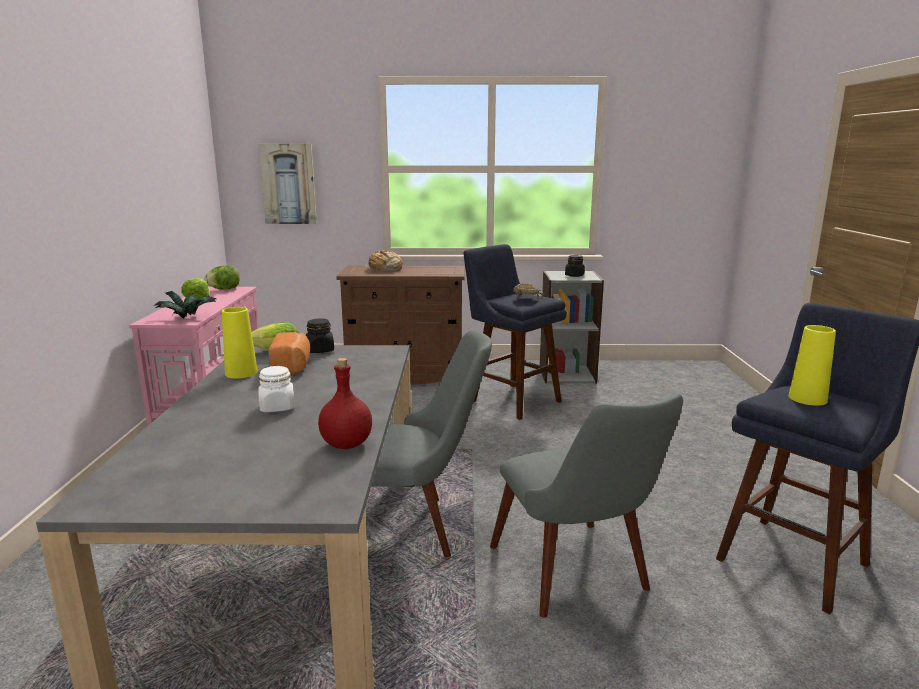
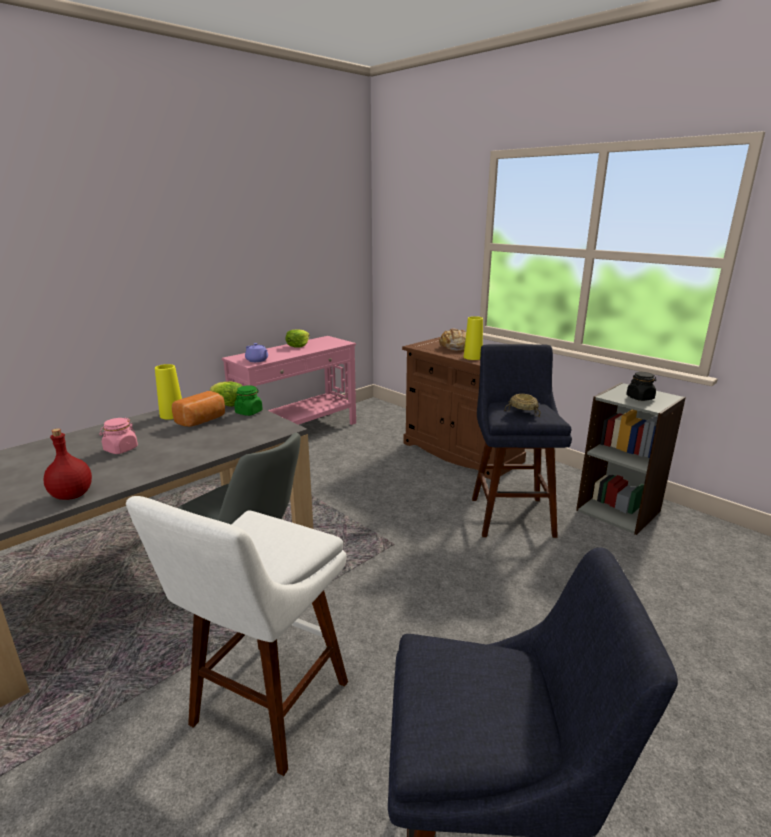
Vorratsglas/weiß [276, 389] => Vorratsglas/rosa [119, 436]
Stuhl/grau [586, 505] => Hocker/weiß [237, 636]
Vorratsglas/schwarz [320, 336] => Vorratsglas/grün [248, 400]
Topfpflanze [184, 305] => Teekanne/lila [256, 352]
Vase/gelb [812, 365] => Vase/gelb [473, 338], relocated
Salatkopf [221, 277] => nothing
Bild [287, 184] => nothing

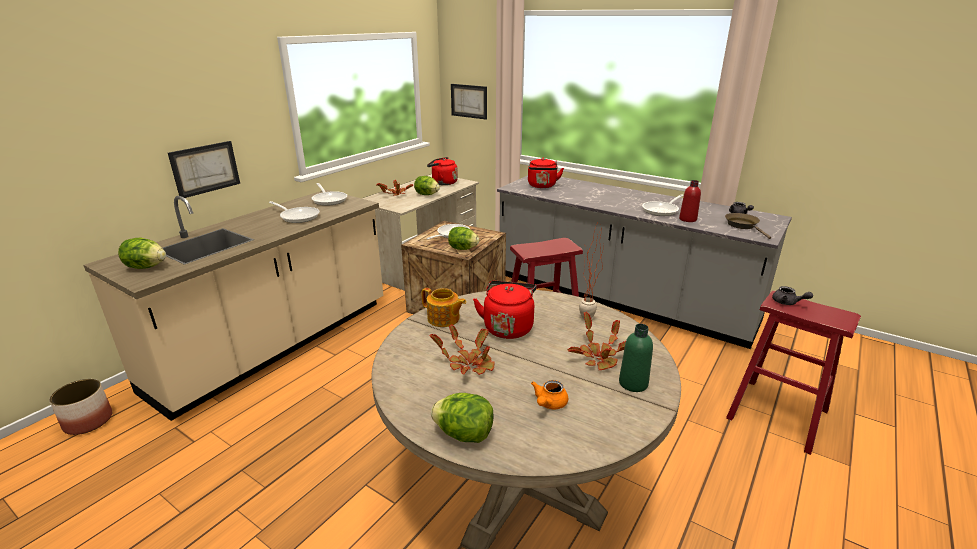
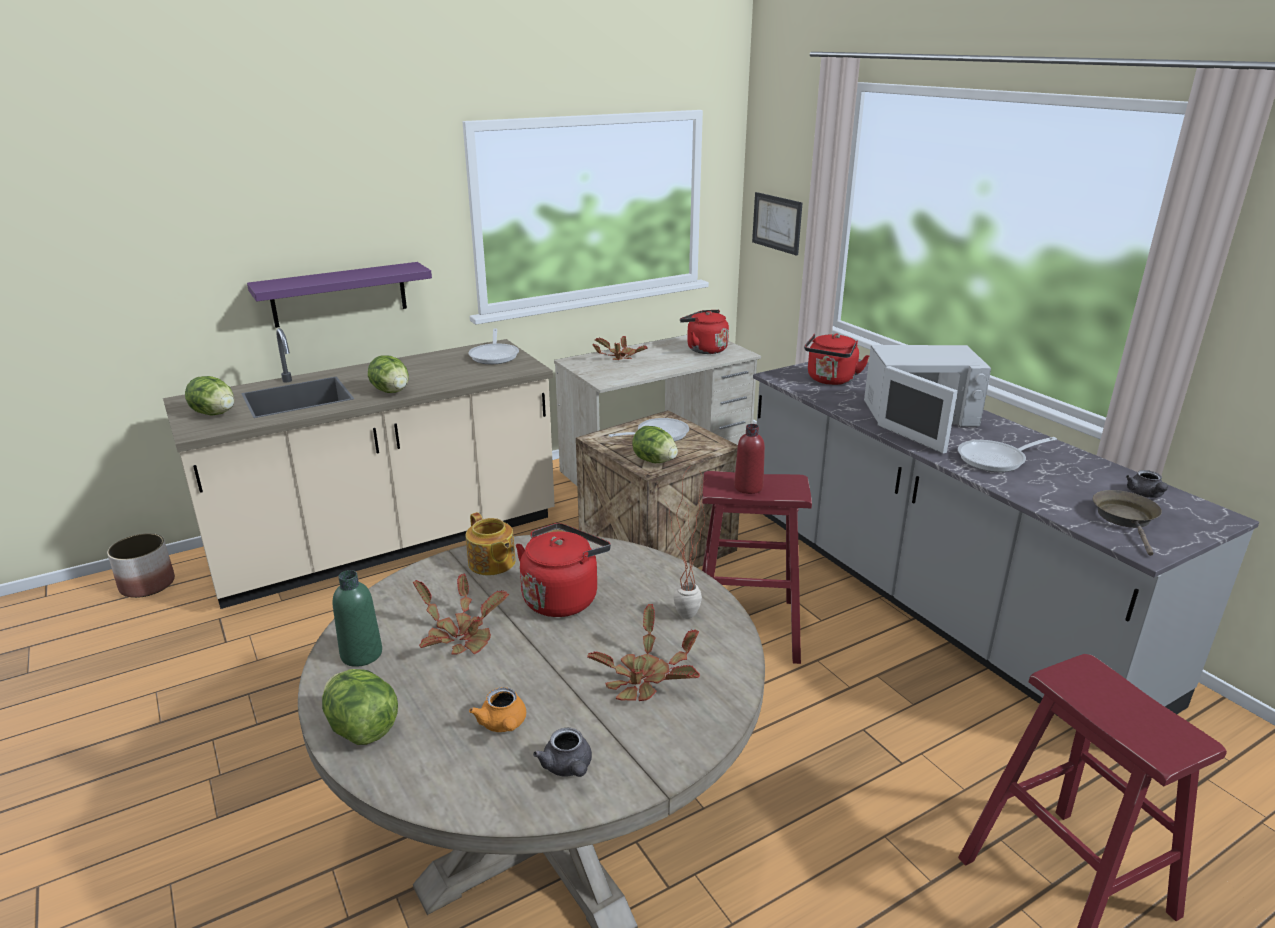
Bild [204, 169] => Wandregal/lila [339, 295]
Flasche/grün [636, 358] => Flasche/grün [357, 618], relocated
Salatkopf [427, 185] => Salatkopf [388, 374], relocated
Teekanne/orange [549, 394] => Teekanne/orange [497, 709], 75 degrees counterclockwise
Teekanne/grau [792, 295] => Teekanne/grau [562, 752], relocated
Flasche/rot [690, 201] => Flasche/rot [749, 459], relocated
nothing => Mikrowelle/weiß [927, 399]
Pfanne [294, 212] => nothing

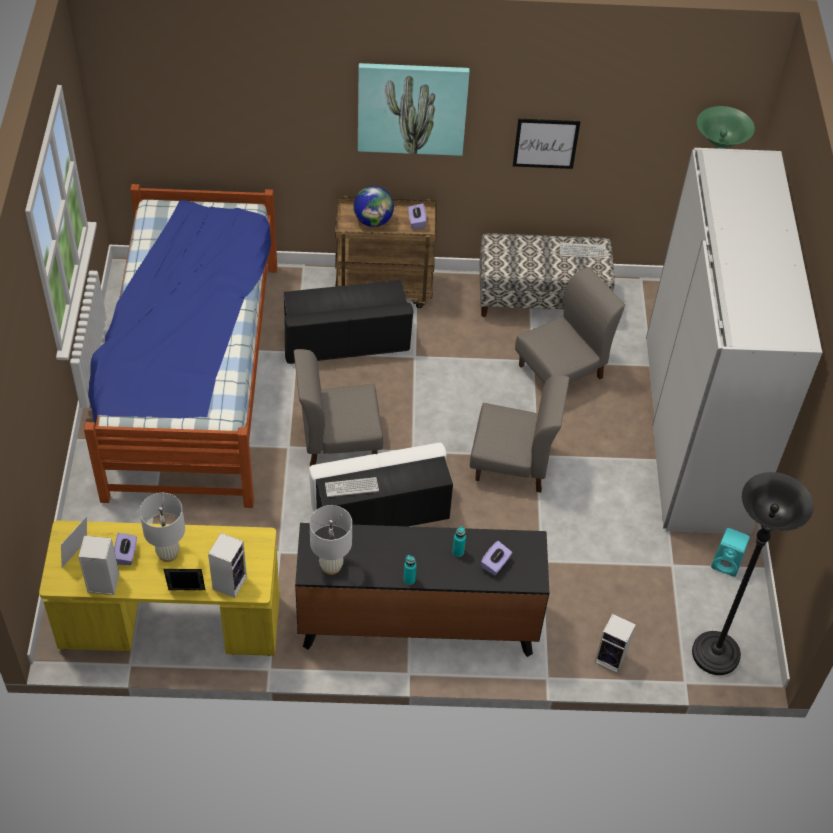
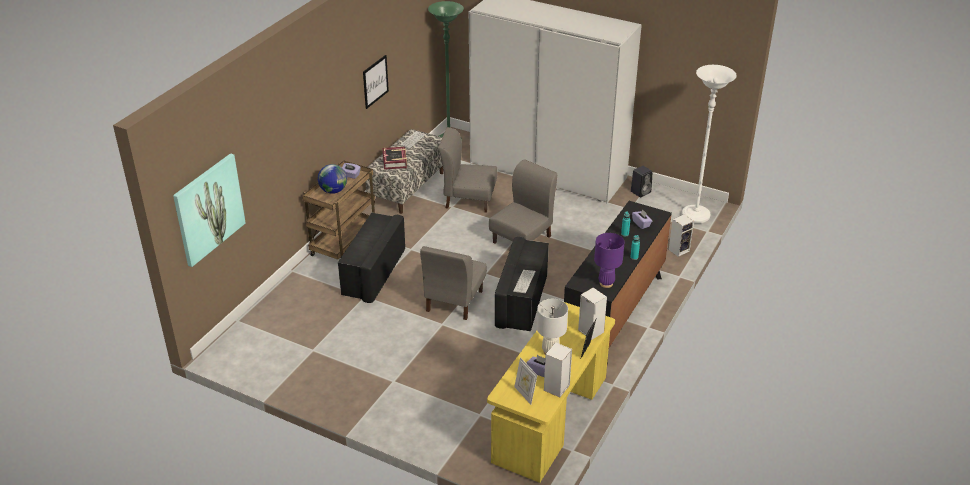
Bild [413, 109] => Bild [209, 210], relocated
nothing => Buch [394, 158]
Stuhl/grau [570, 325] => Stuhl/grau [467, 170], 75 degrees counterclockwise
Polsterhocker/weiß [381, 484] => Polsterhocker/schwarz [522, 284]
Tischlampe/weiß [331, 540] => Tischlampe/lila [609, 260]
Lautsprecher/türkis [730, 552] => Lautsprecher/schwarz [641, 181]
Stehlampe/schwarz [752, 573] => Stehlampe/weiß [709, 144]
Bett [180, 346] => nothing

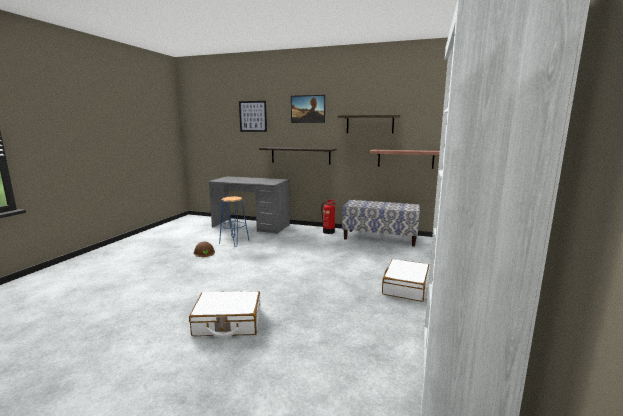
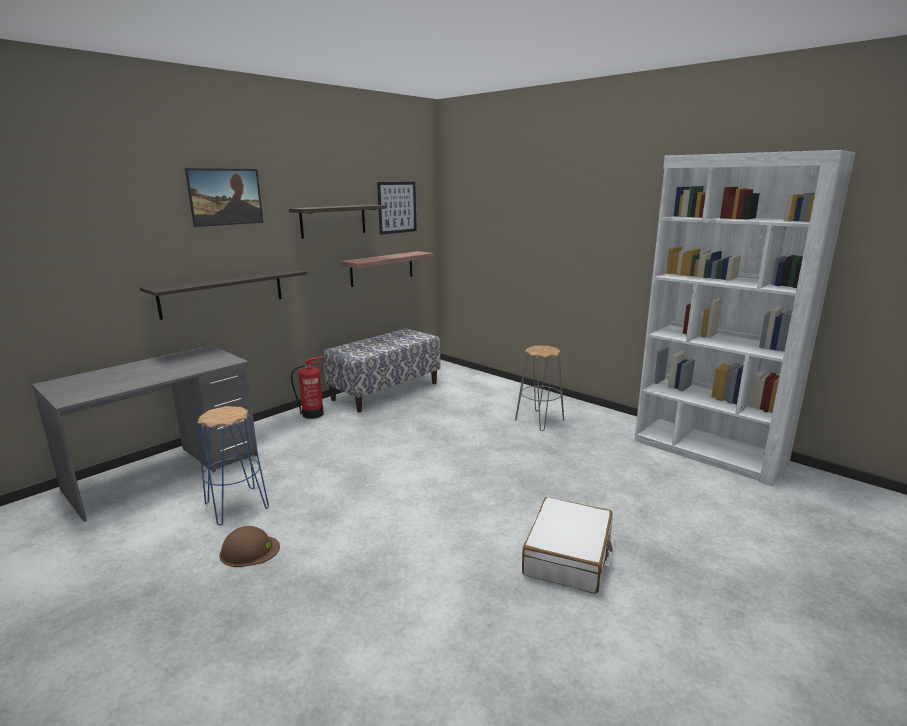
Bild [253, 116] => Bild [397, 208], relocated
Koffer/weiß [405, 280] => Hocker/grau [539, 388]

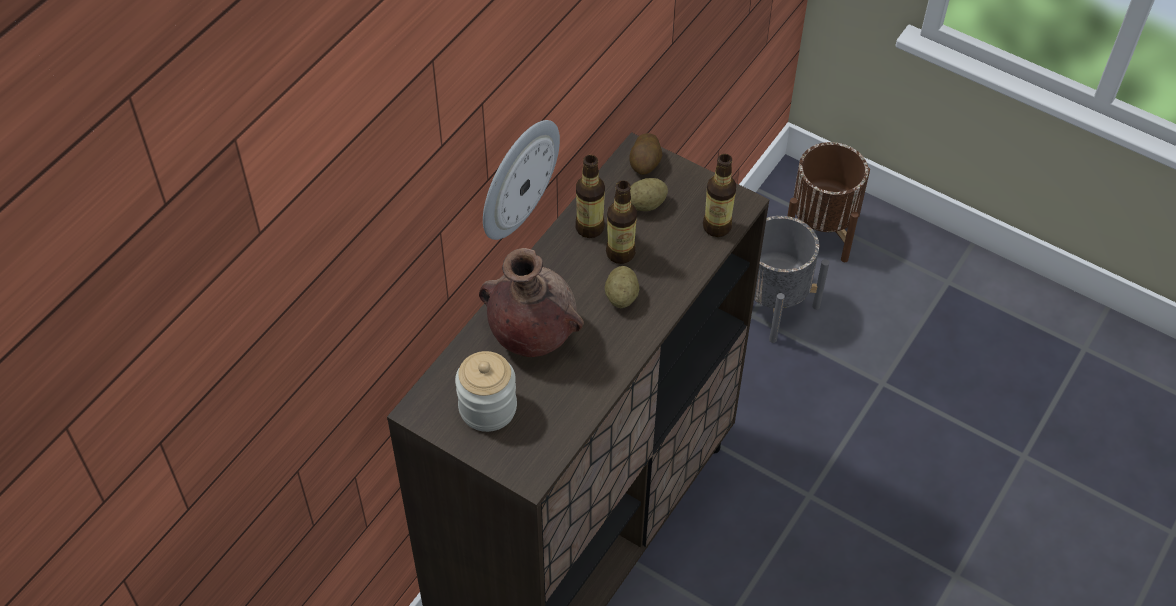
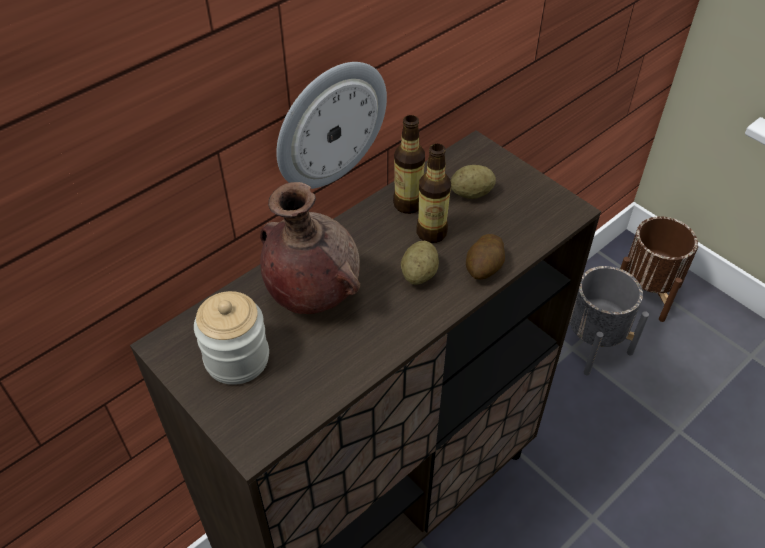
Kartoffel [646, 154] => Kartoffel [485, 257], relocated
Flasche [719, 195] => nothing

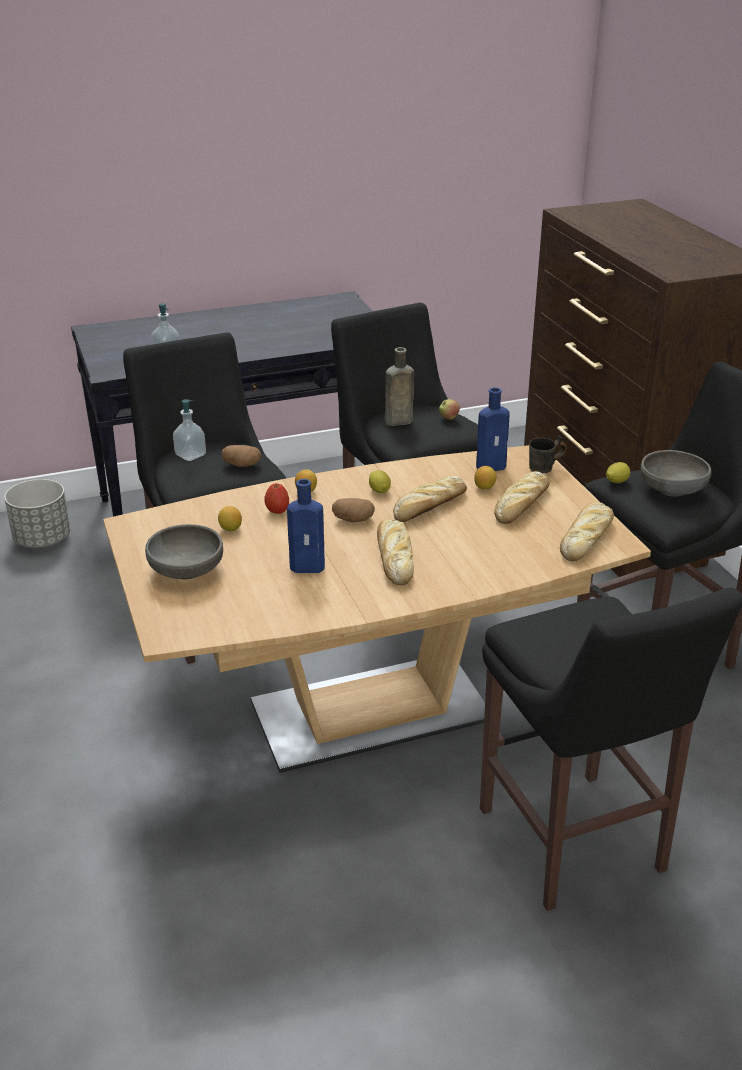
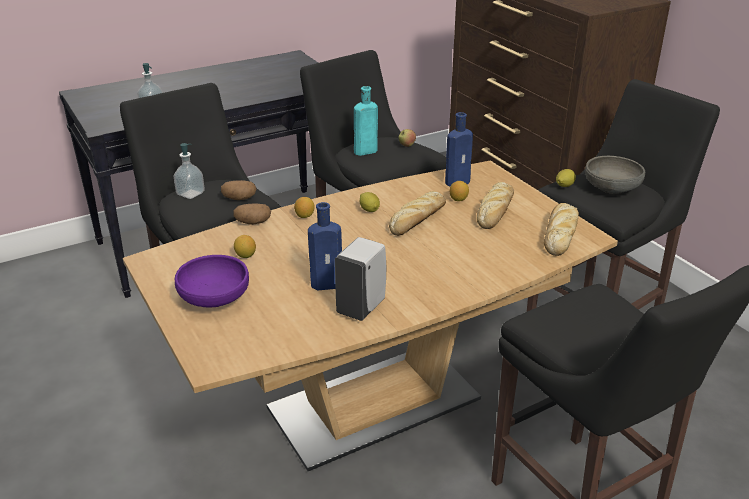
Schüssel/grau [184, 551] => Schüssel/lila [212, 281]
Kartoffel [353, 510] => Kartoffel [252, 214], relocated
nothing => Seifenspender/weiß [360, 279]
Flasche/braun [399, 386] => Flasche/türkis [366, 121]
Pflanzkübel/grau [37, 513] => nothing
Apfel [276, 498] => nothing
Brot [395, 552] => nothing
Henkelbecher/grau [548, 454] => nothing

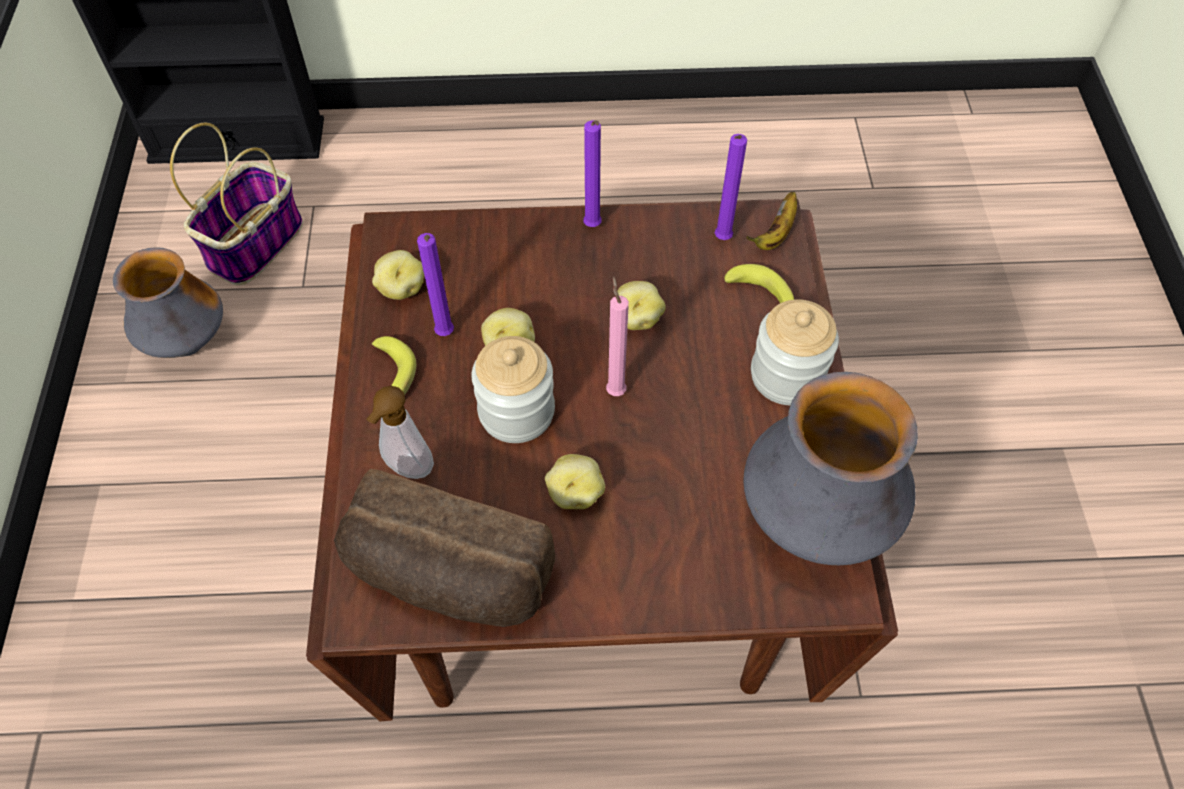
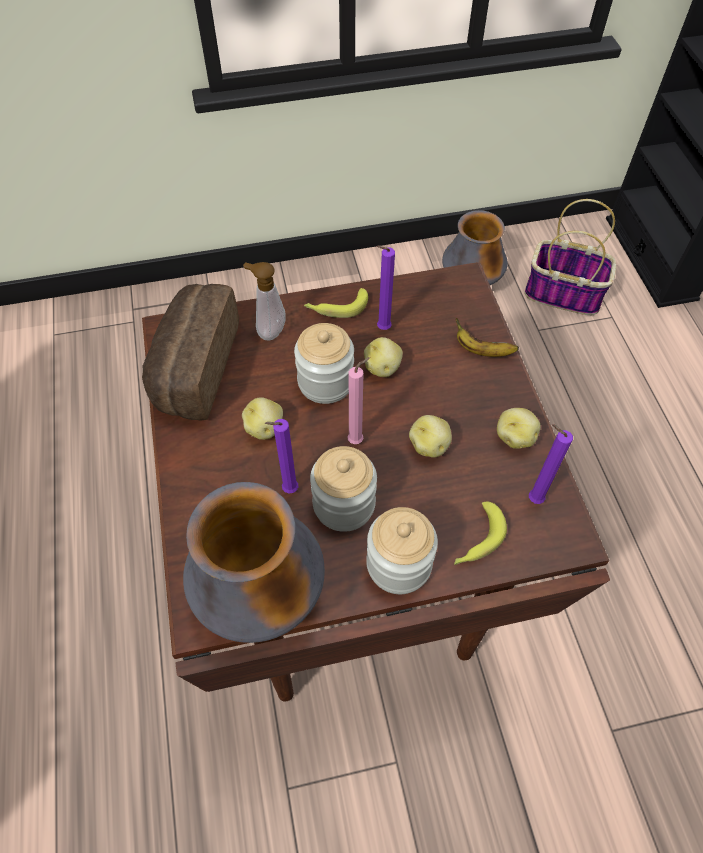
Kerze/lila [592, 173] => Kerze/lila [281, 456], relocated
nothing => Vorratsglas [343, 489]
Banane [771, 221] => Banane [487, 337], relocated
Kartoffel [398, 275] => Kartoffel [519, 428], relocated

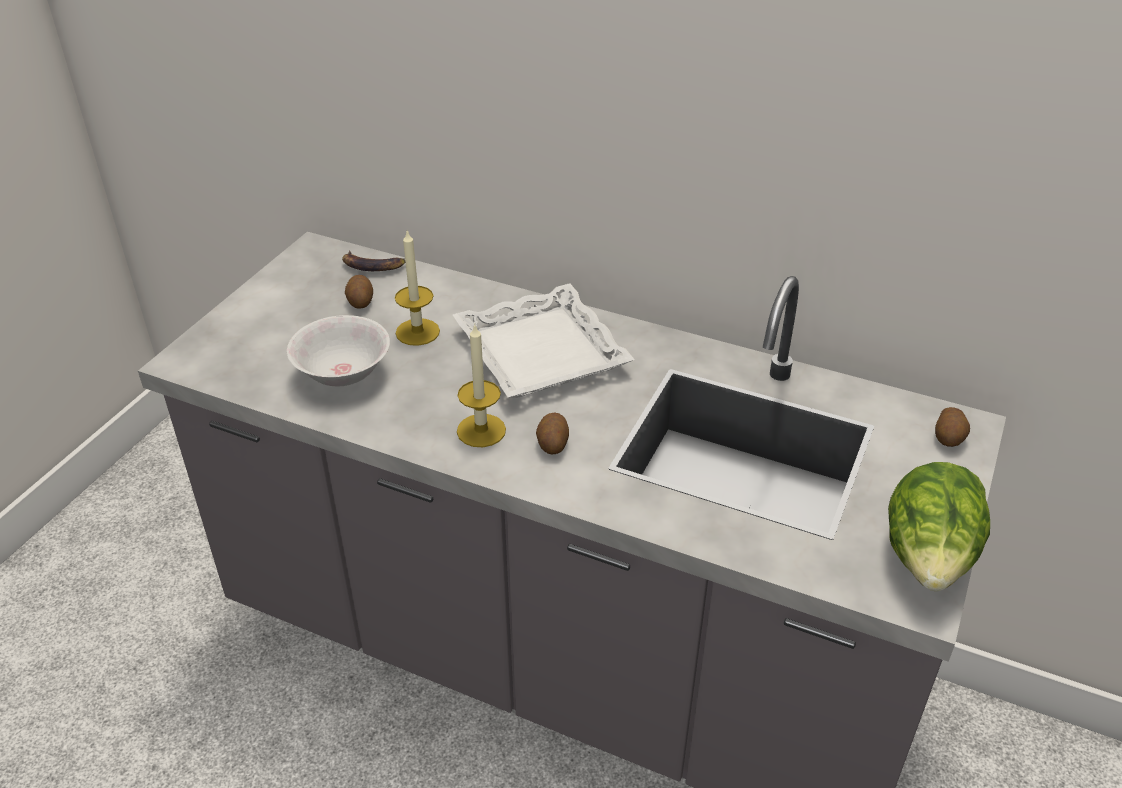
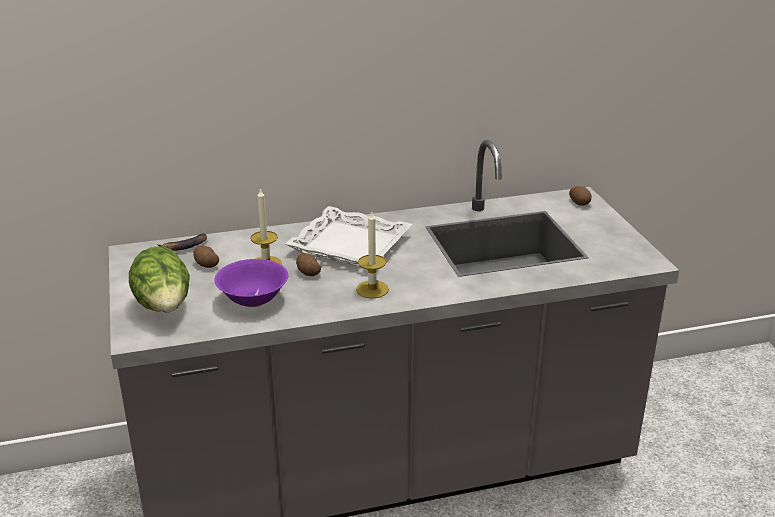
Salatkopf [939, 526] => Salatkopf [159, 279], relocated
Schüssel/weiß [338, 350] => Schüssel/lila [251, 283]
Kartoffel [552, 433] => Kartoffel [308, 264], relocated

